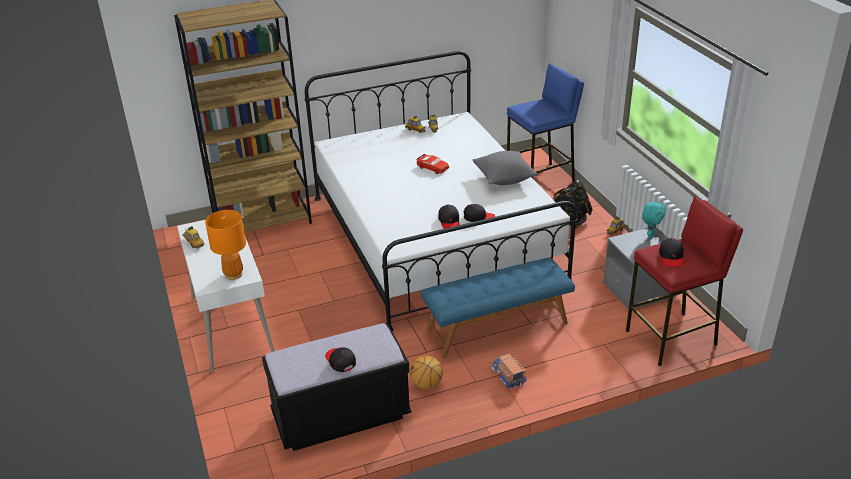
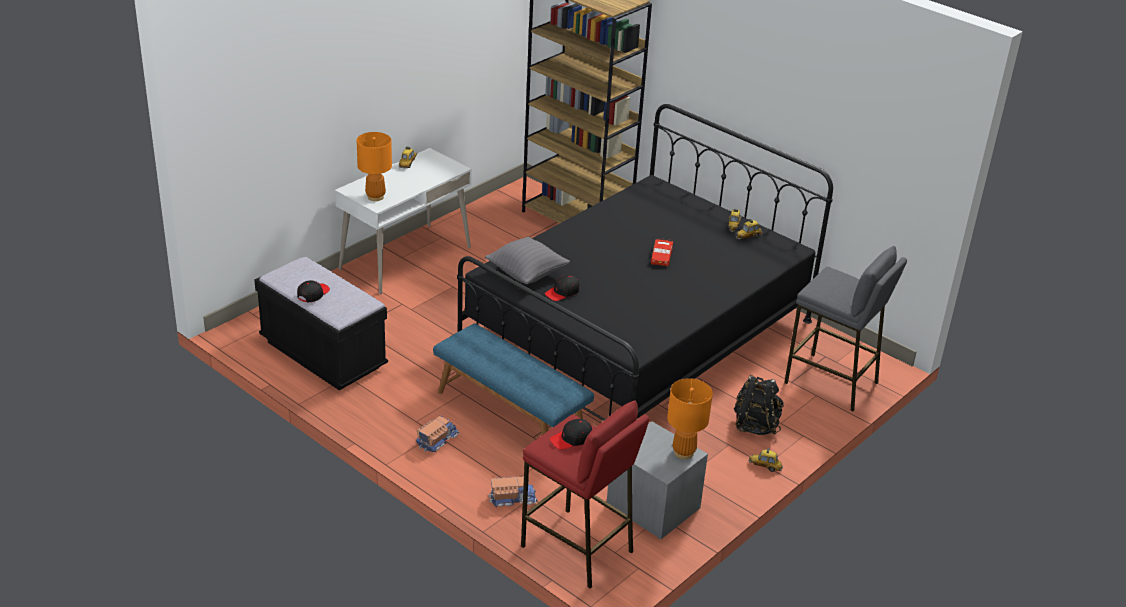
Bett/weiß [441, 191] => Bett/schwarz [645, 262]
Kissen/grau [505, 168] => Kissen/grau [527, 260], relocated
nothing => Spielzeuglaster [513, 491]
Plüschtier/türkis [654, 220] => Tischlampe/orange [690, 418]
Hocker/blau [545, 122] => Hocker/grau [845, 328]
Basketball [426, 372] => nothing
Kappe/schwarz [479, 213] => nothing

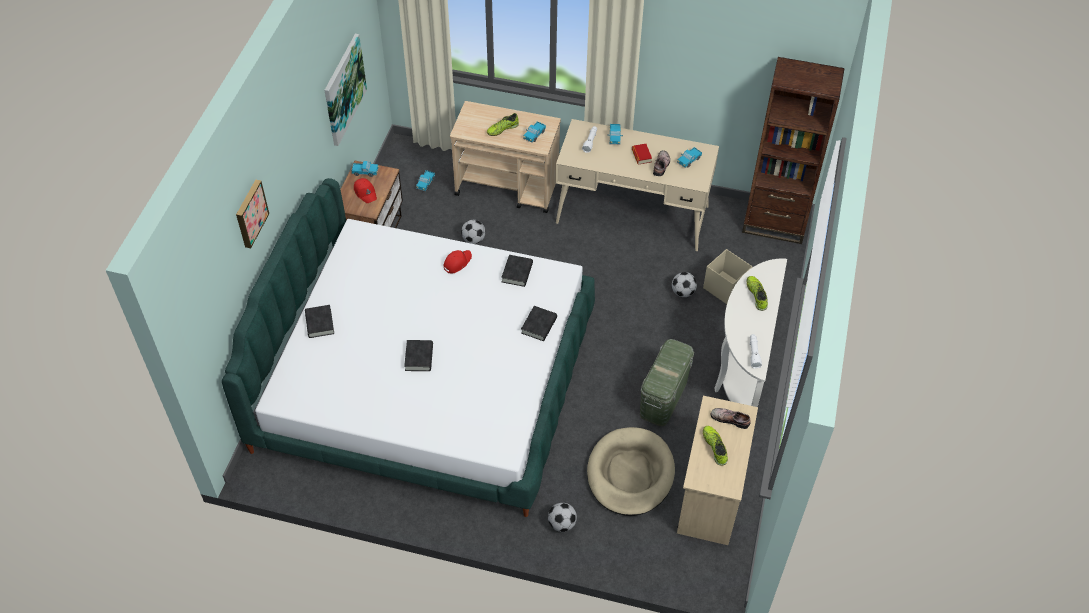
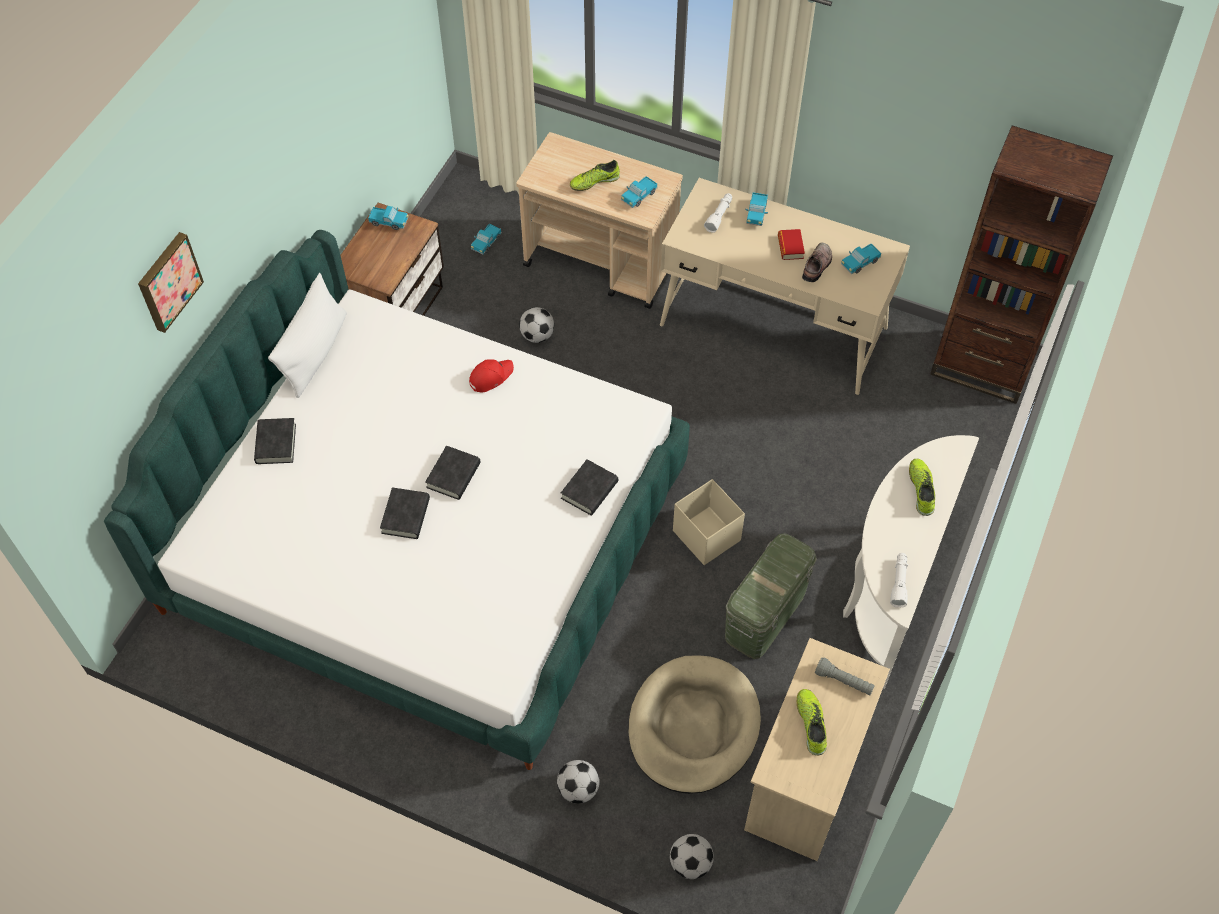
nothing => Kissen/weiß [307, 335]
Buch/schwarz [517, 271] => Buch/schwarz [453, 473], relocated
Fußball [684, 284] => Fußball [692, 856], relocated
Aufbewahrungsbox/beige [728, 276] => Aufbewahrungsbox/beige [709, 522], relocated
Schuh [731, 418] => Taschenlampe/grau [845, 677]
Bild [345, 90] => nothing
Kappe/rot [365, 190] => nothing

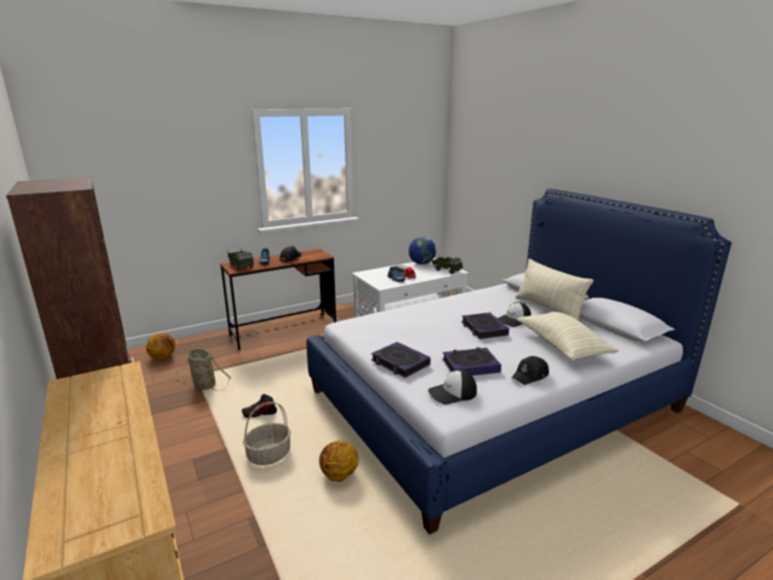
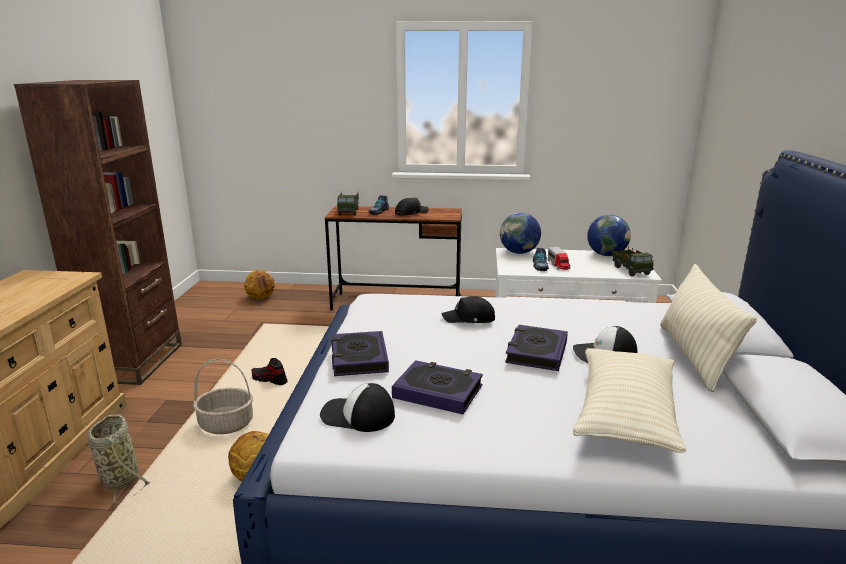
Korb [204, 370] => Korb [118, 458], relocated
Kappe/schwarz [530, 370] => Kappe/schwarz [468, 309], relocated
nothing => Globus [520, 233]

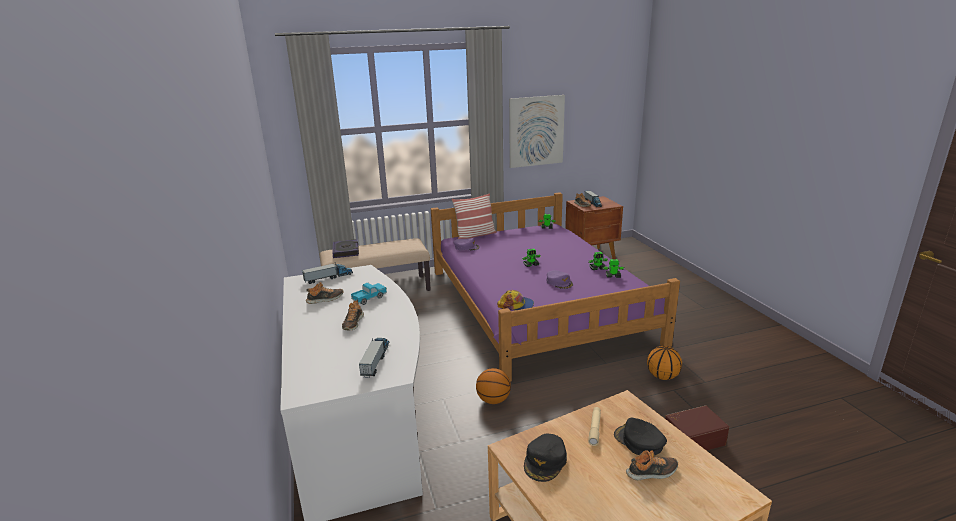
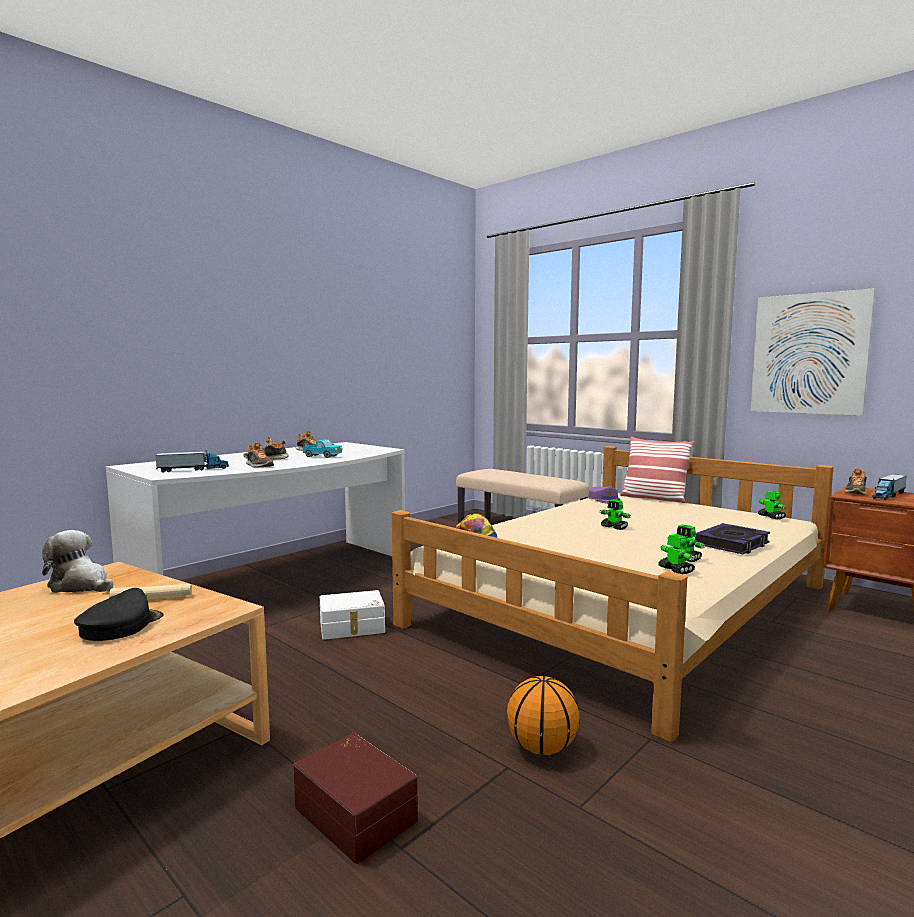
Kappe/schwarz [545, 458] => Plüschtier [77, 561]
Schuh [652, 465] => Schuh [260, 454], relocated
Basketball [493, 386] => Aufbewahrungsbox/weiß [352, 615]
Bett/lila [555, 287] => Bett/beige [612, 594]
Buch [345, 248] => Buch [732, 538], relocated
Spielzeuglaster [327, 273] => nothing
Kappe/lila [560, 279] => nothing

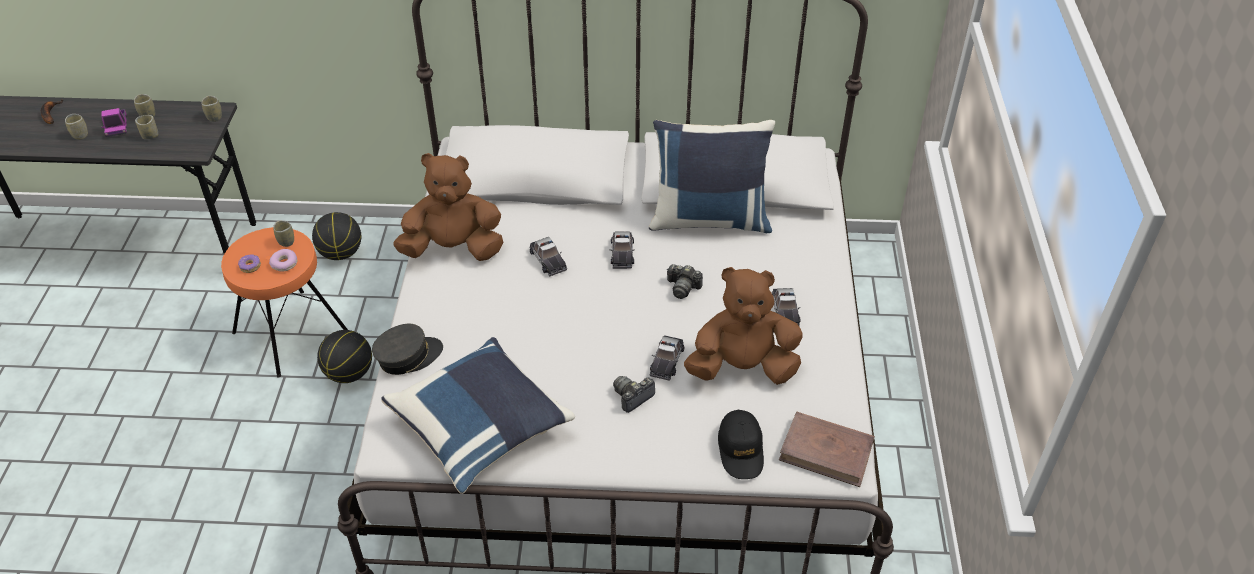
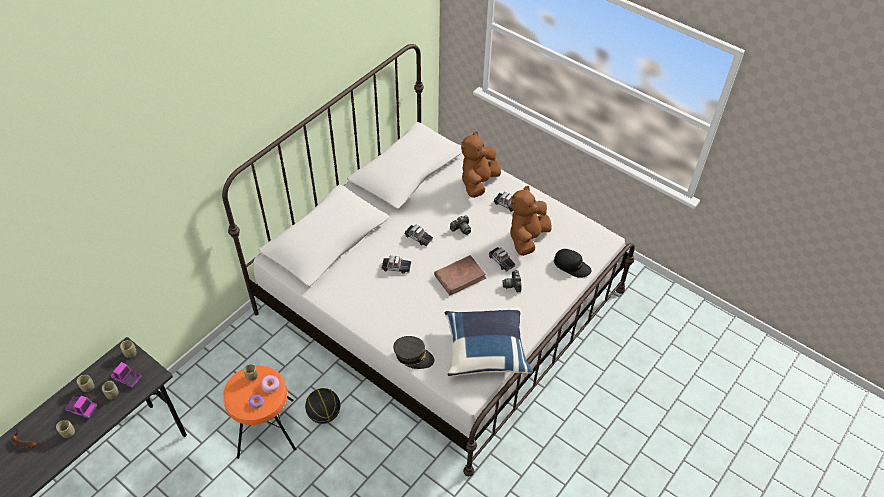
nothing => Spielzeuglaster [126, 375]
Kappe/grau [407, 349] => Kappe/grau [414, 352], 105 degrees clockwise
Buch/braun [827, 449] => Buch/braun [460, 275], relocated
Plüschtier/braun [448, 207] => Plüschtier/braun [481, 164], relocated
Basketball [336, 236] => nothing
Kissen/blau [712, 176] => nothing

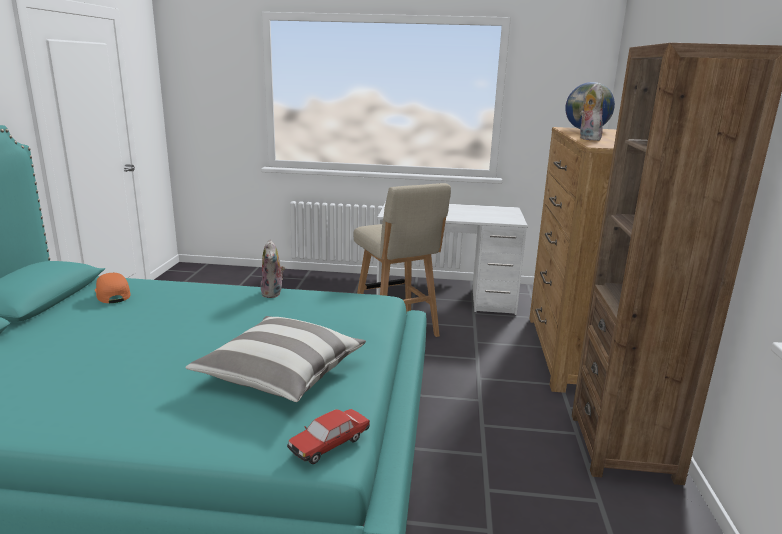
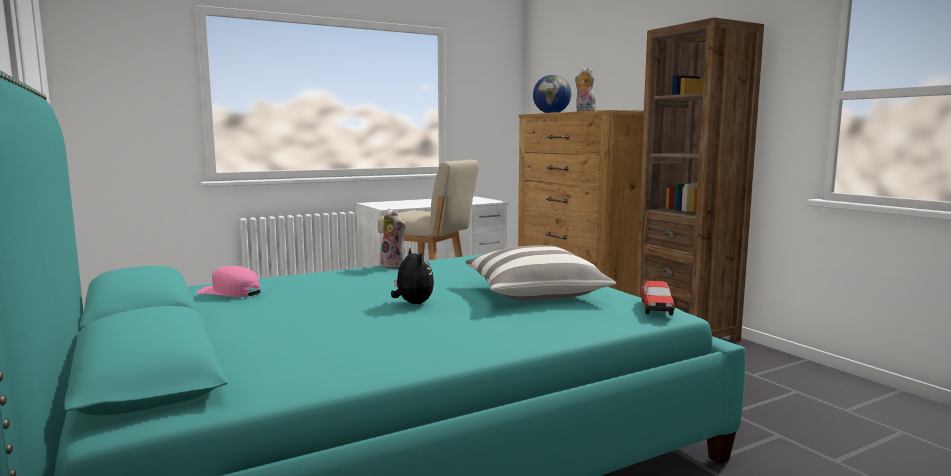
Kappe/orange [113, 288] => Kappe/rosa [228, 281]
nothing => Plüschtier [412, 276]

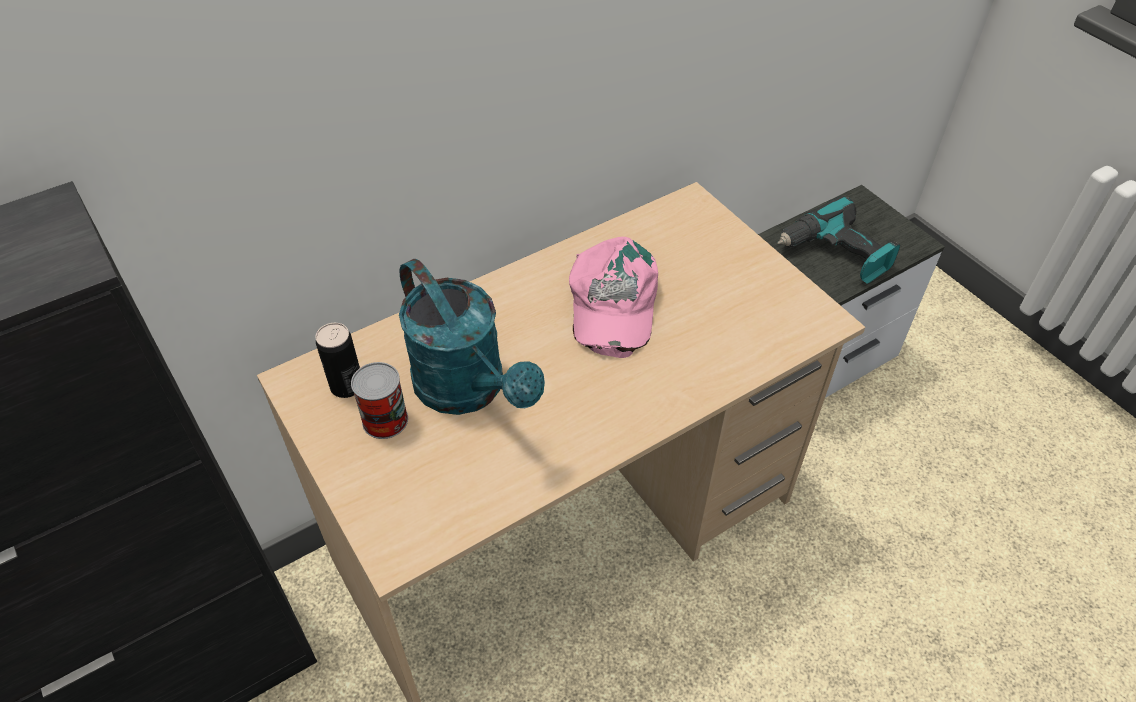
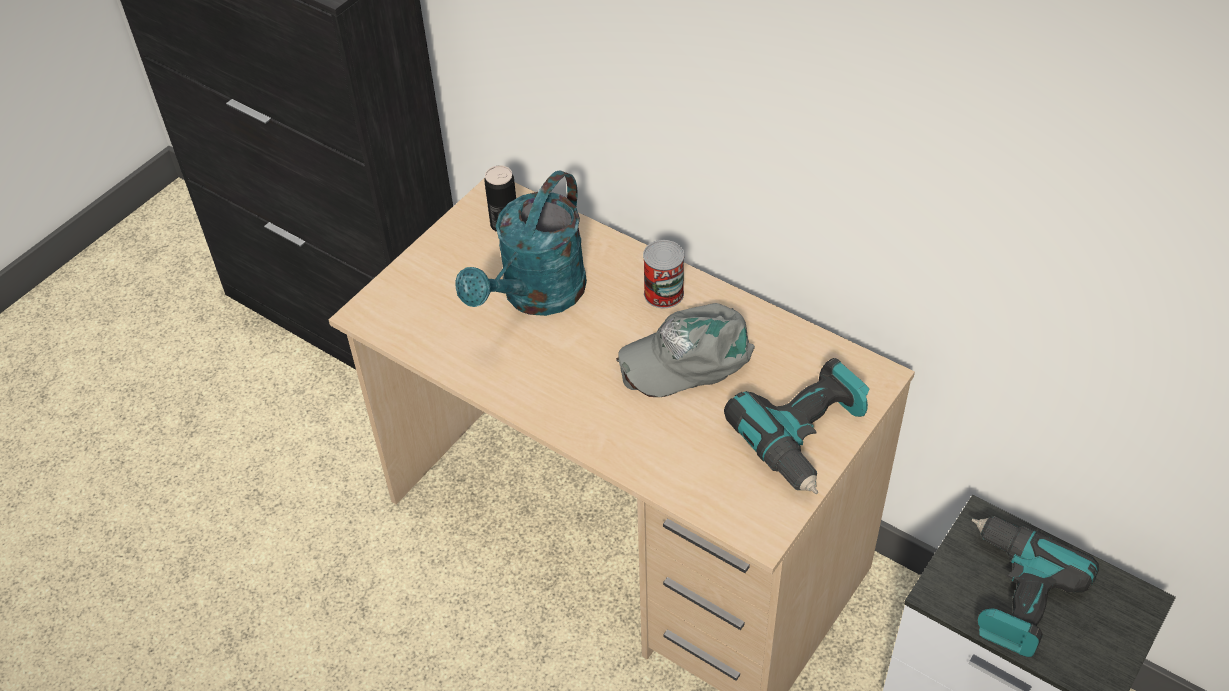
Kappe/rosa [613, 297] => Kappe/grau [685, 350]
Dose [379, 400] => Dose [664, 274], relocated
nothing => Bohrmaschine [796, 426]

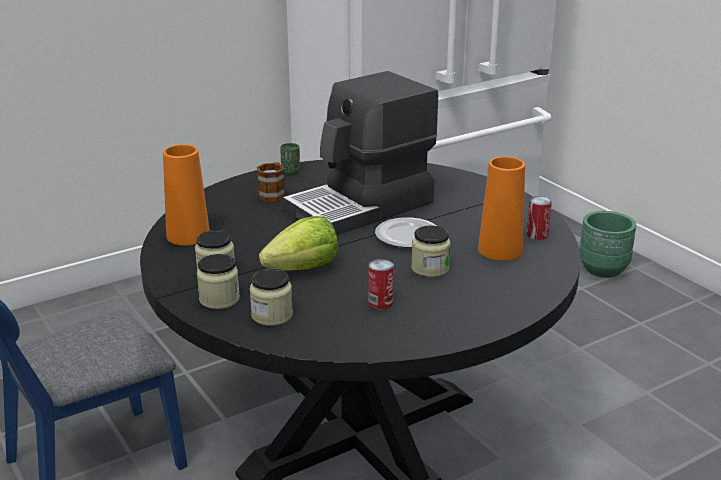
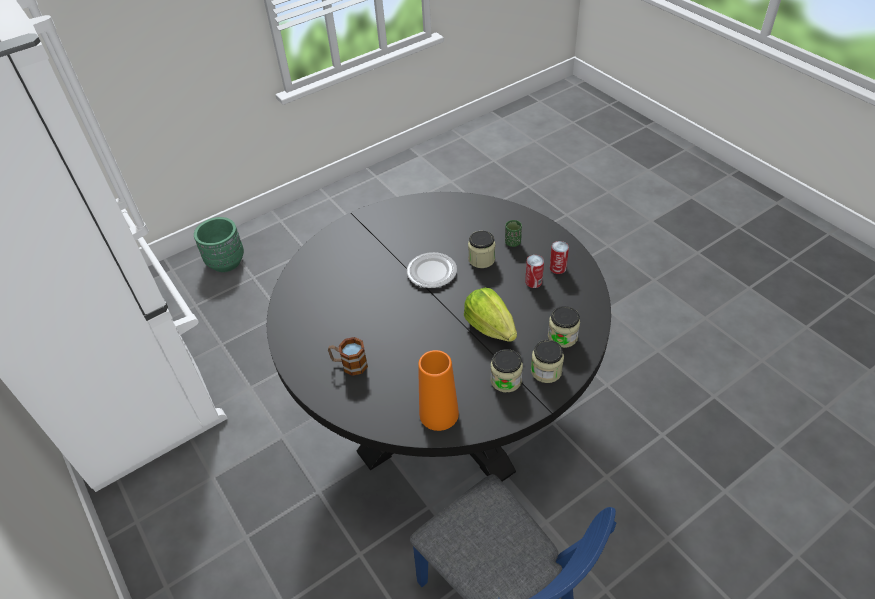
Tasse/grün [290, 158] => Tasse/grün [513, 233], relocated
Dose [539, 218] => Dose [559, 257], relocated
Kaffeemaschine [360, 153] => nothing
Vase/orange [501, 209] => nothing

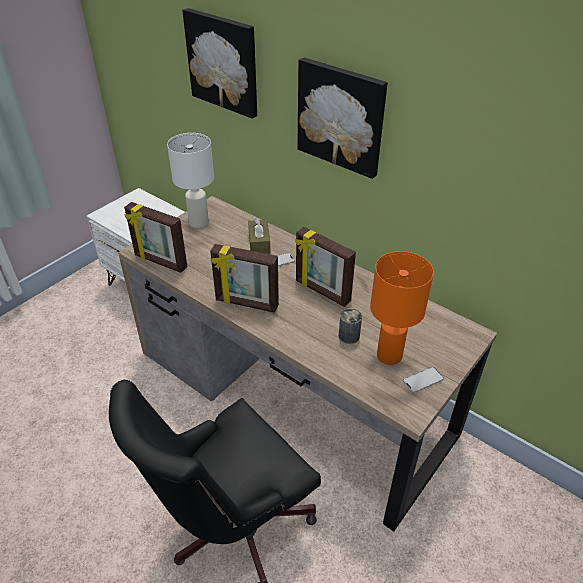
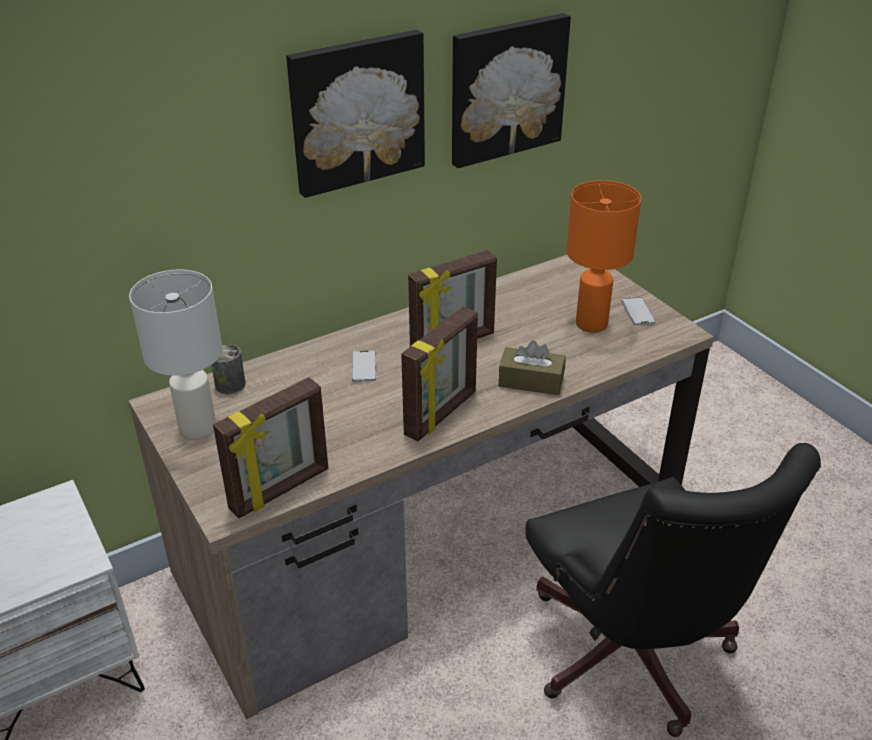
Dose [350, 326] => Dose [228, 369], relocated
Bild [219, 63] => Bild [511, 90], relocated
Taschentuchbox/braun [259, 235] => Taschentuchbox/braun [532, 367], relocated

